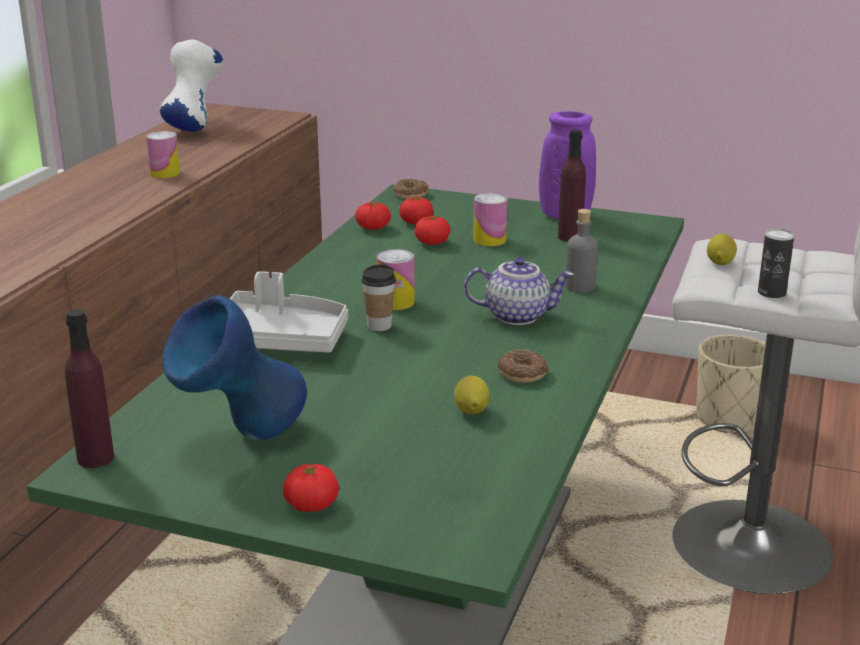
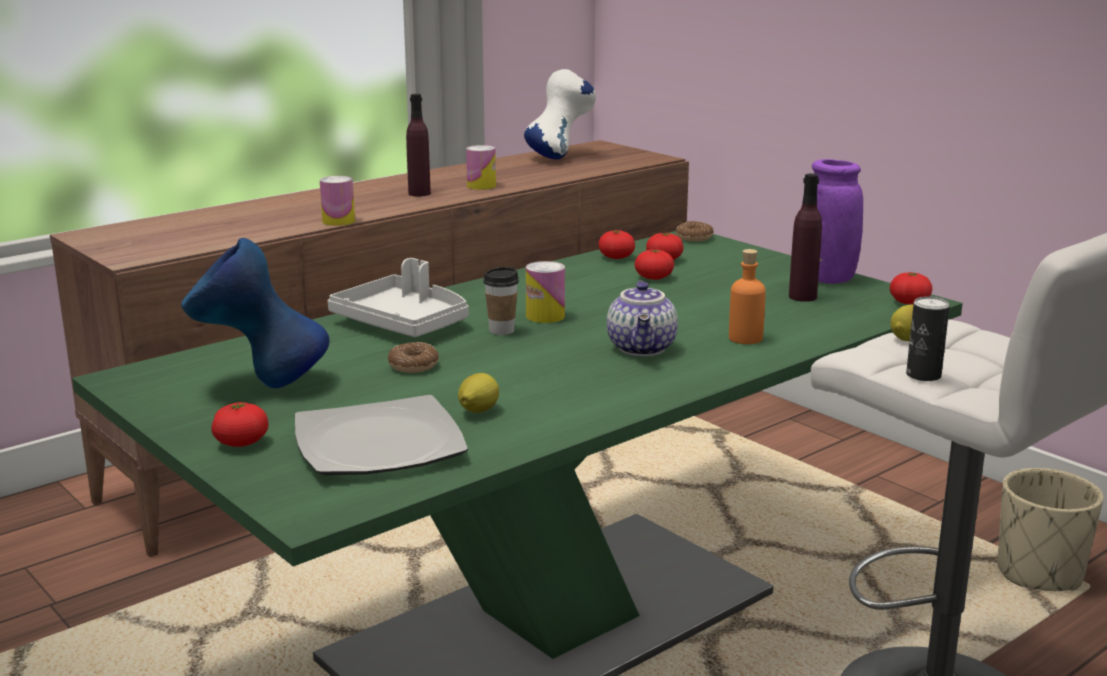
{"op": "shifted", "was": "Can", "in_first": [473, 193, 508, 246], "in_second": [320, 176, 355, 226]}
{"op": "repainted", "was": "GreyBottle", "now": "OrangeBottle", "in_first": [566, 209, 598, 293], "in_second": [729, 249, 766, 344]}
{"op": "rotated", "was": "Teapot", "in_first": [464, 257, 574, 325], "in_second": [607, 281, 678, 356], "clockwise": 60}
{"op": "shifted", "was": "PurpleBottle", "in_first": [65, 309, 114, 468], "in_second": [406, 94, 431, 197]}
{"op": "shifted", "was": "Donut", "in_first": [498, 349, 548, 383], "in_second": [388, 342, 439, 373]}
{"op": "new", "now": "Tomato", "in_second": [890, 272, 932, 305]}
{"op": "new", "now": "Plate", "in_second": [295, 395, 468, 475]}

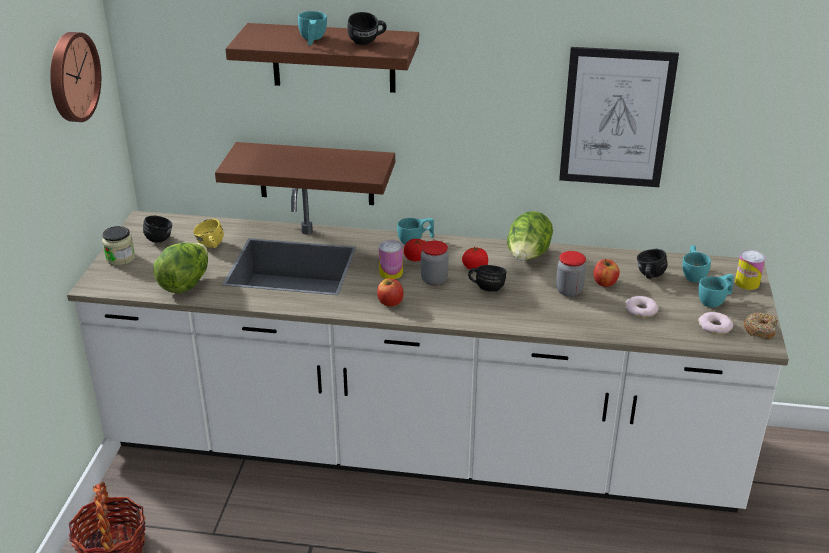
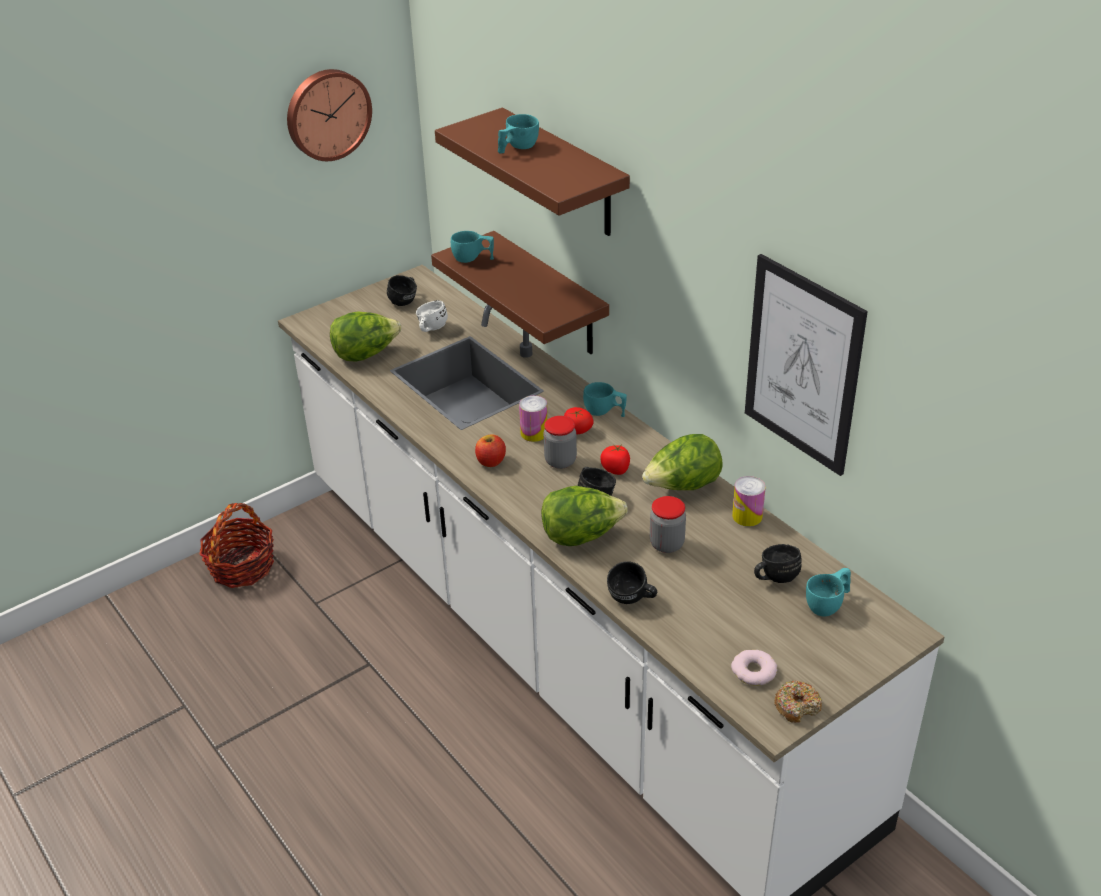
{"op": "shifted", "was": "BlackMug", "in_first": [347, 12, 387, 45], "in_second": [607, 561, 657, 604]}
{"op": "repainted", "was": "YellowMug", "now": "WhiteMug", "in_first": [193, 219, 224, 248], "in_second": [416, 300, 448, 332]}
{"op": "gone", "was": "Jar", "in_first": [102, 226, 135, 266]}
{"op": "shifted", "was": "Can", "in_first": [735, 250, 766, 290], "in_second": [732, 476, 766, 527]}
{"op": "gone", "was": "Apple", "in_first": [593, 259, 620, 287]}
{"op": "shifted", "was": "TurquoiseCup", "in_first": [698, 274, 734, 307], "in_second": [451, 231, 494, 263]}
{"op": "gone", "was": "Donut", "in_first": [625, 296, 659, 318]}
{"op": "new", "now": "Lettuce", "in_second": [541, 486, 628, 546]}

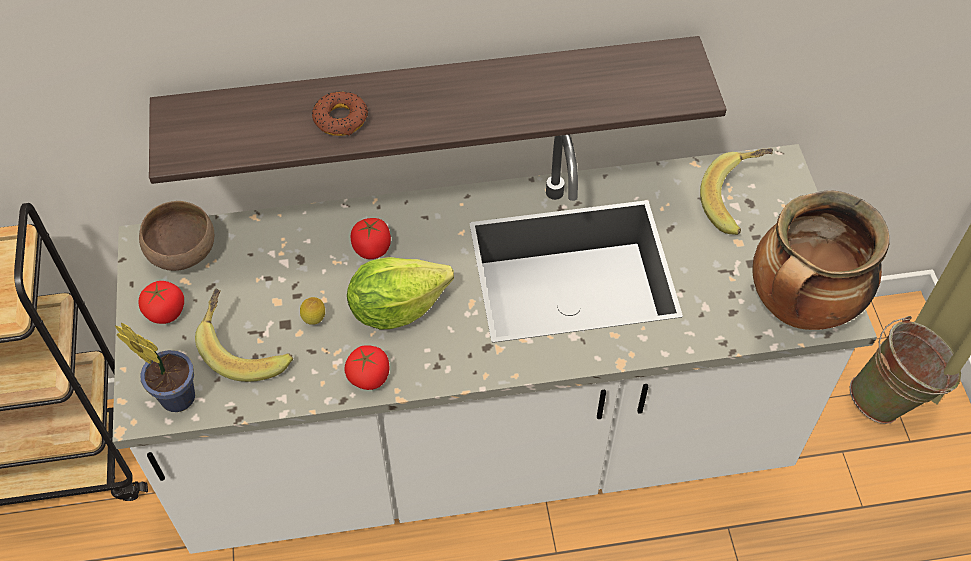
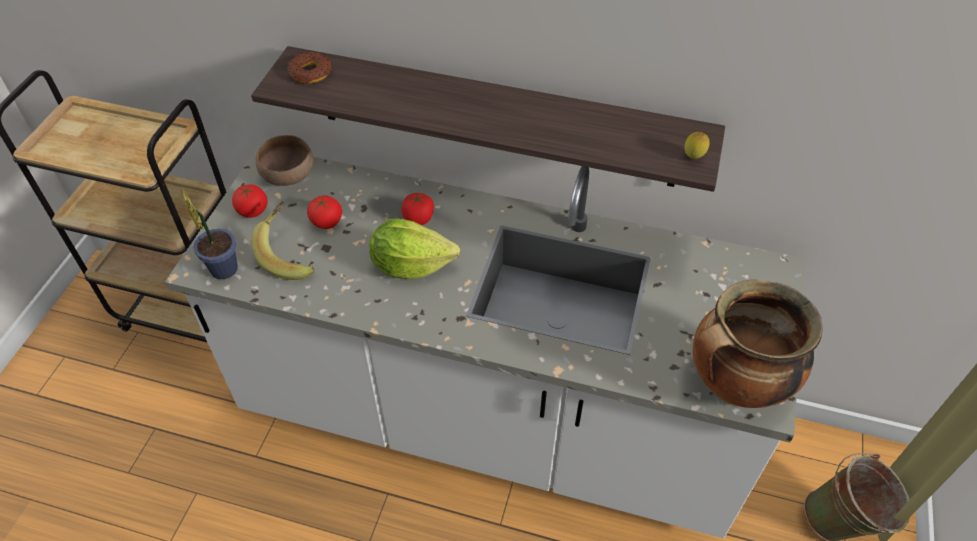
{"op": "shifted", "was": "Donut", "in_first": [312, 92, 368, 136], "in_second": [288, 52, 332, 84]}
{"op": "gone", "was": "Banana", "in_first": [700, 148, 773, 235]}
{"op": "shifted", "was": "Lemon", "in_first": [300, 297, 325, 325], "in_second": [684, 132, 710, 159]}
{"op": "shifted", "was": "Tomato", "in_first": [345, 345, 390, 390], "in_second": [307, 196, 342, 229]}

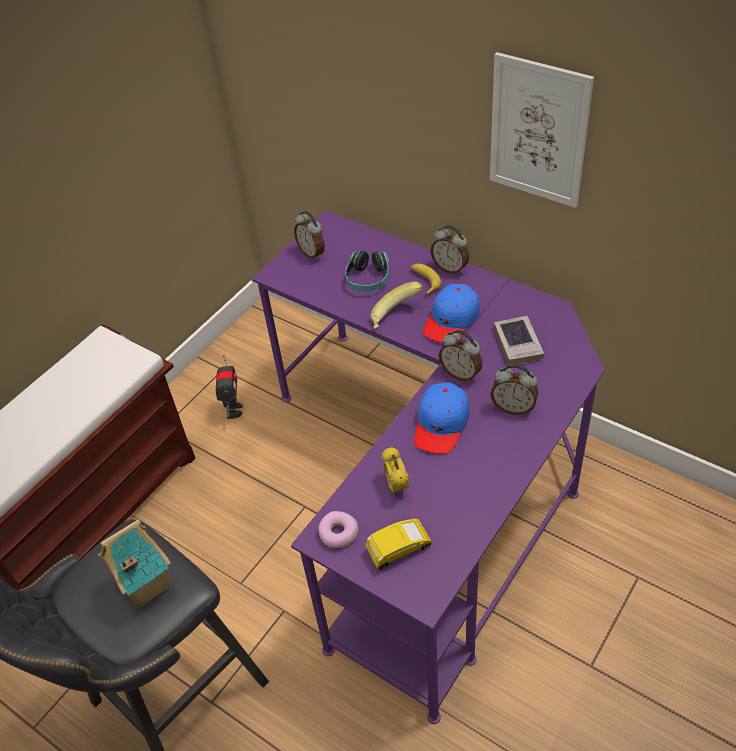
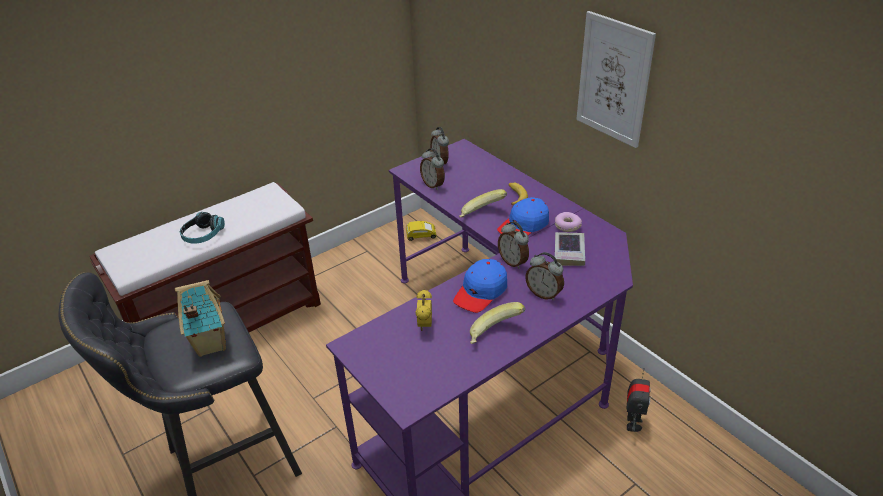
{"op": "shifted", "was": "AlarmClock", "in_first": [431, 225, 469, 274], "in_second": [420, 148, 445, 190]}
{"op": "shifted", "was": "Headphones", "in_first": [345, 251, 389, 291], "in_second": [180, 212, 225, 244]}
{"op": "shifted", "was": "ToyRobot", "in_first": [216, 355, 243, 419], "in_second": [626, 368, 650, 432]}
{"op": "shifted", "was": "Donut", "in_first": [318, 511, 358, 548], "in_second": [555, 212, 582, 232]}
{"op": "shifted", "was": "YellowToyCar", "in_first": [365, 519, 432, 570], "in_second": [406, 221, 437, 241]}
{"op": "new", "now": "Banana", "in_second": [470, 302, 525, 344]}

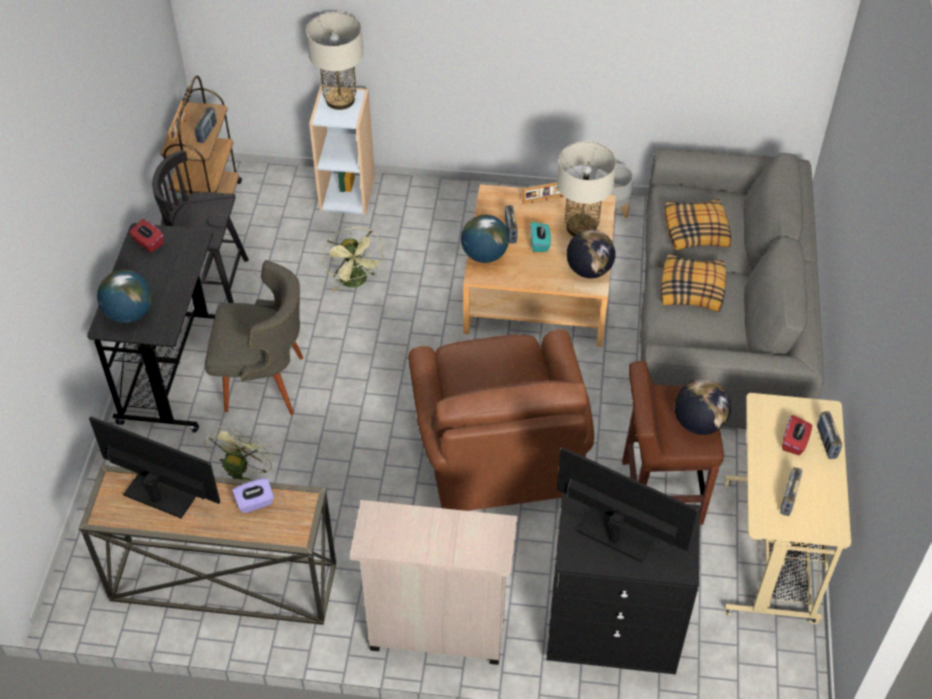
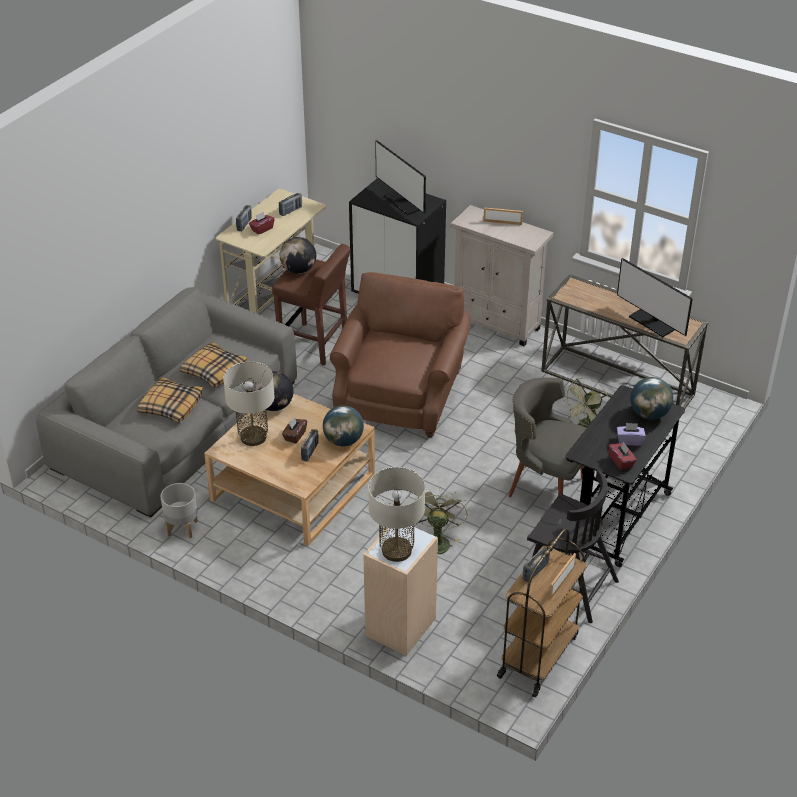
{"op": "shifted", "was": "PictureFrame", "in_first": [523, 182, 564, 204], "in_second": [483, 207, 523, 225]}
{"op": "repainted", "was": "TurquoiseTissueBox", "now": "BrownTissueBox", "in_first": [530, 222, 551, 252], "in_second": [282, 417, 307, 444]}
{"op": "shifted", "was": "PurpleTissueBox", "in_first": [232, 478, 274, 513], "in_second": [617, 423, 646, 446]}

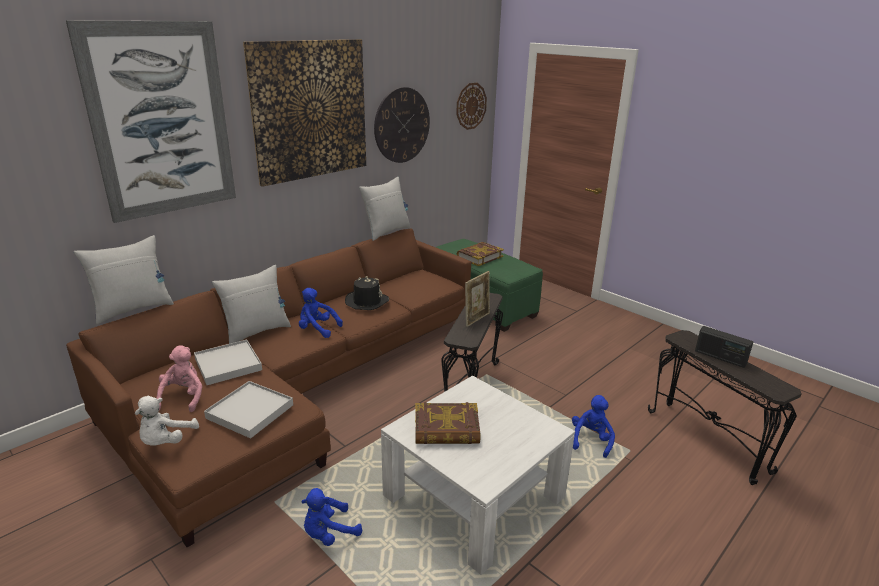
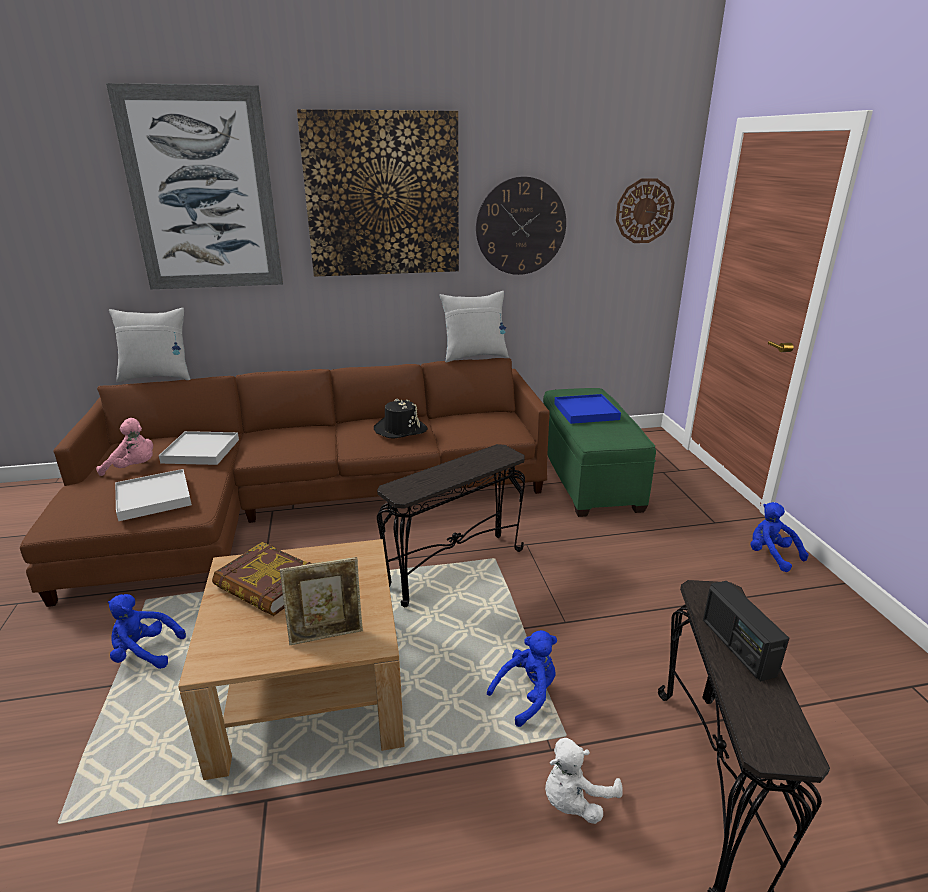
{"op": "swapped", "was": "Book", "now": "BlueTray", "in_first": [457, 242, 504, 266], "in_second": [554, 394, 621, 424]}
{"op": "gone", "was": "GreyPillow", "in_first": [212, 265, 291, 344]}
{"op": "shifted", "was": "PictureFrame", "in_first": [465, 271, 490, 327], "in_second": [280, 557, 363, 645]}
{"op": "shifted", "was": "BluePlushToy", "in_first": [299, 288, 343, 338], "in_second": [750, 502, 808, 572]}
{"op": "rotated", "was": "PinkPlushToy", "in_first": [156, 346, 202, 412], "in_second": [96, 418, 153, 476], "clockwise": 60}
{"op": "repainted", "was": "WhiteCoffeeTable", "now": "BrownCoffeeTable", "in_first": [381, 376, 575, 575], "in_second": [178, 539, 405, 780]}
{"op": "shifted", "was": "WhitePlushToy", "in_first": [135, 396, 199, 446], "in_second": [545, 738, 623, 824]}

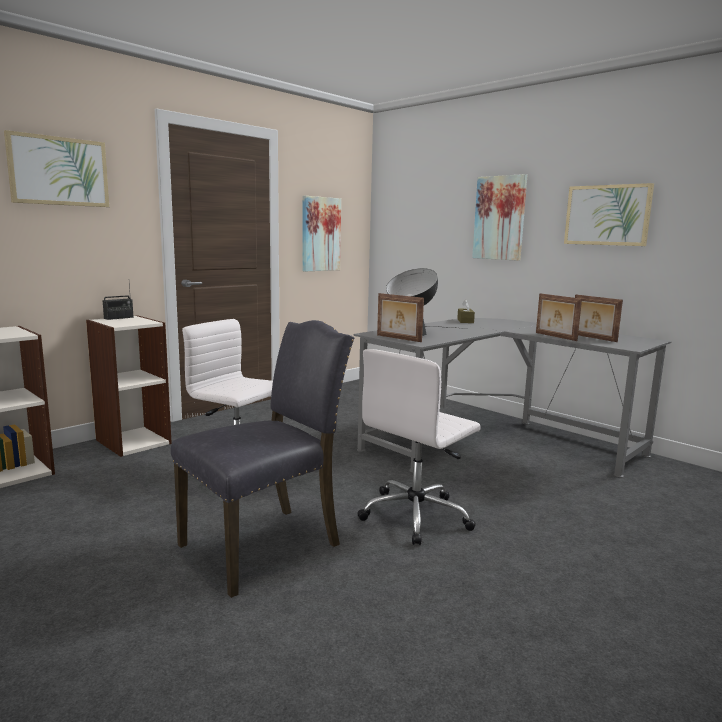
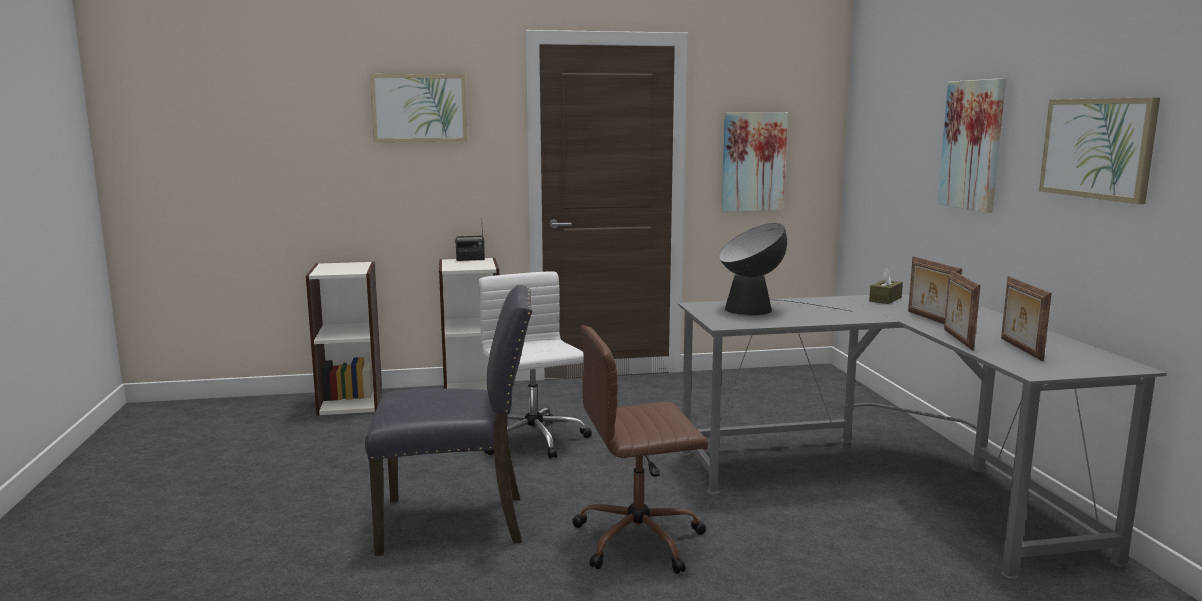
{"op": "shifted", "was": "PictureFrame", "in_first": [377, 293, 424, 342], "in_second": [908, 256, 962, 324]}
{"op": "repainted", "was": "WhiteOfficeChair", "now": "BrownOfficeChair", "in_first": [357, 349, 481, 545], "in_second": [572, 325, 708, 574]}

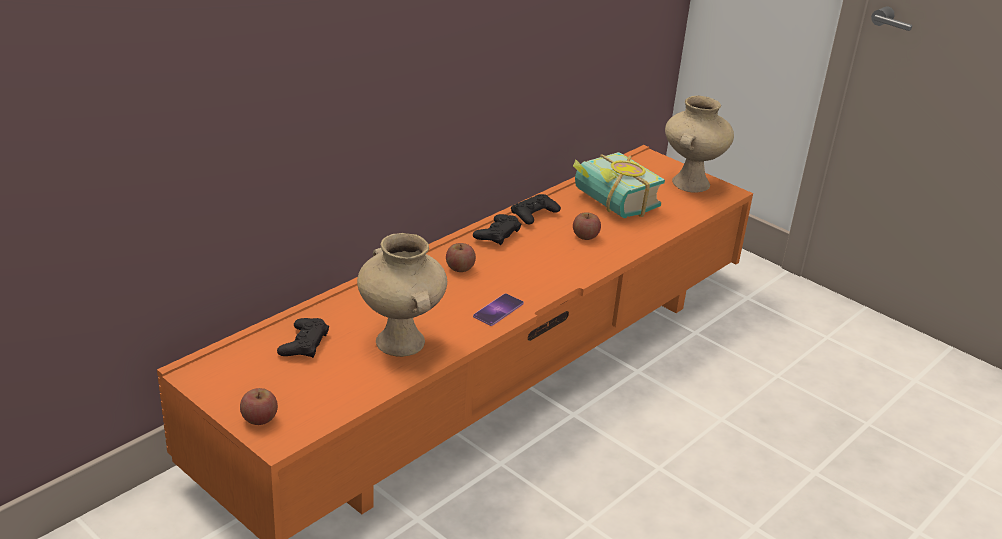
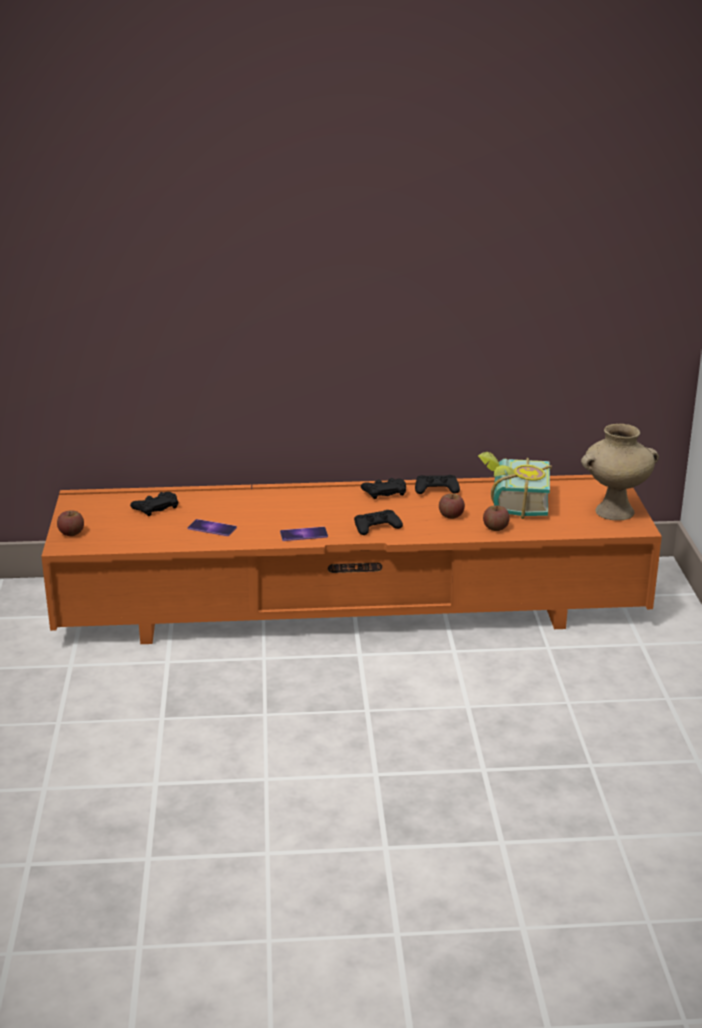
{"op": "swapped", "was": "BeigeVase", "now": "Phone", "in_first": [357, 233, 447, 357], "in_second": [187, 519, 237, 536]}
{"op": "shifted", "was": "Apple", "in_first": [446, 243, 476, 272], "in_second": [483, 505, 510, 531]}
{"op": "new", "now": "BlackGameController", "in_second": [354, 510, 403, 535]}

